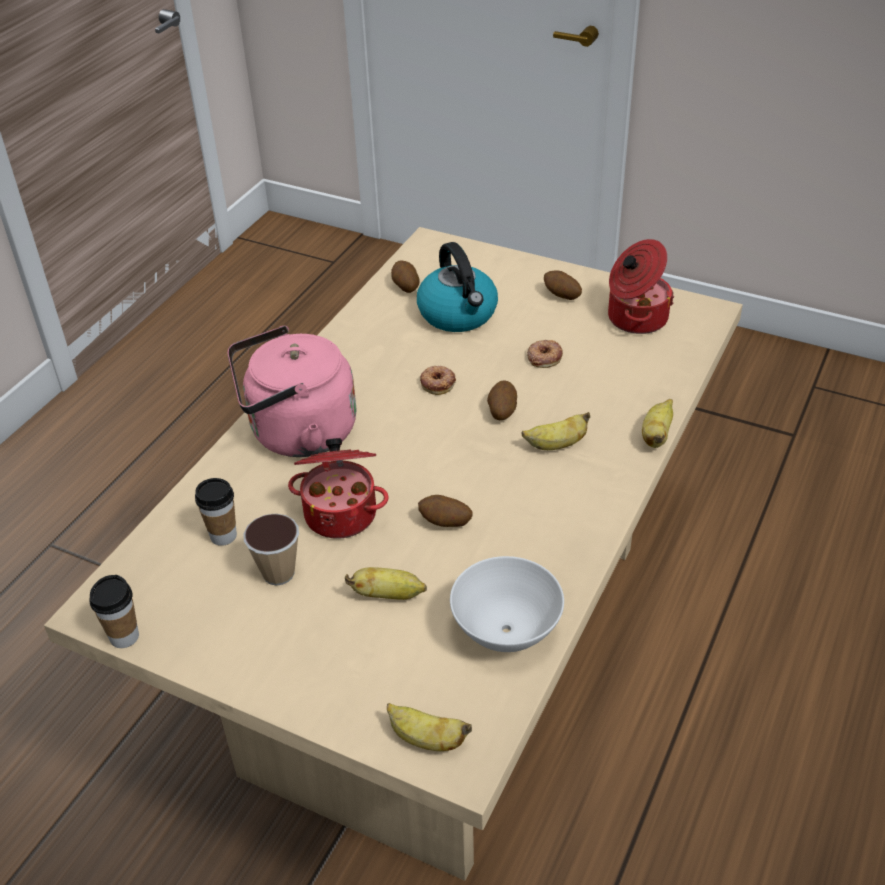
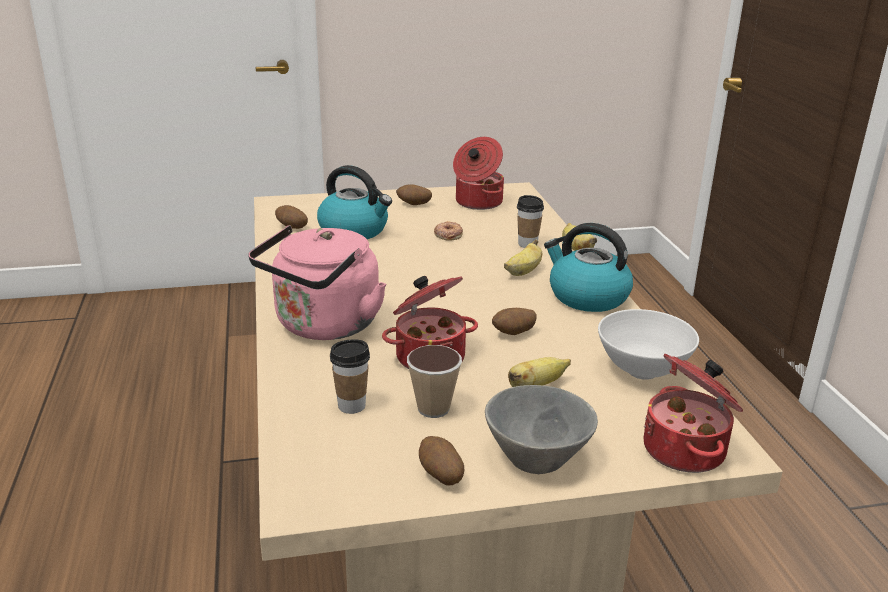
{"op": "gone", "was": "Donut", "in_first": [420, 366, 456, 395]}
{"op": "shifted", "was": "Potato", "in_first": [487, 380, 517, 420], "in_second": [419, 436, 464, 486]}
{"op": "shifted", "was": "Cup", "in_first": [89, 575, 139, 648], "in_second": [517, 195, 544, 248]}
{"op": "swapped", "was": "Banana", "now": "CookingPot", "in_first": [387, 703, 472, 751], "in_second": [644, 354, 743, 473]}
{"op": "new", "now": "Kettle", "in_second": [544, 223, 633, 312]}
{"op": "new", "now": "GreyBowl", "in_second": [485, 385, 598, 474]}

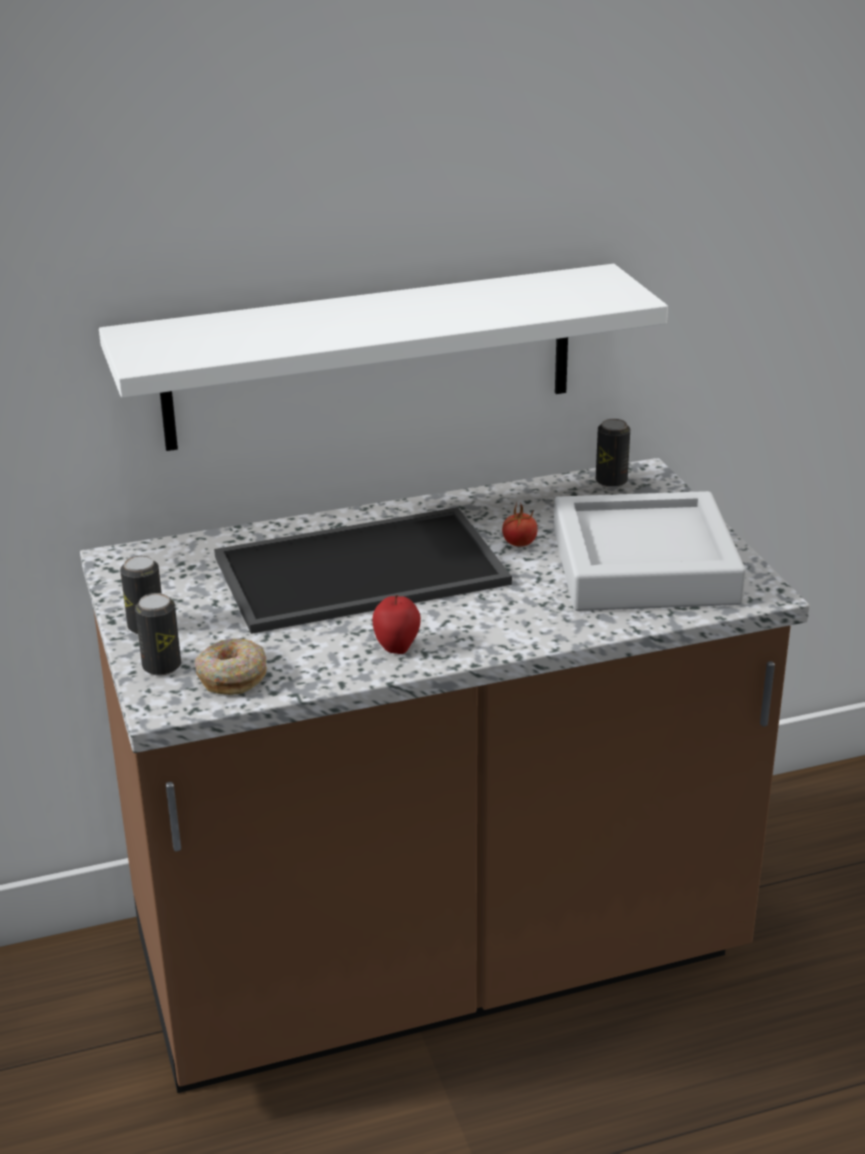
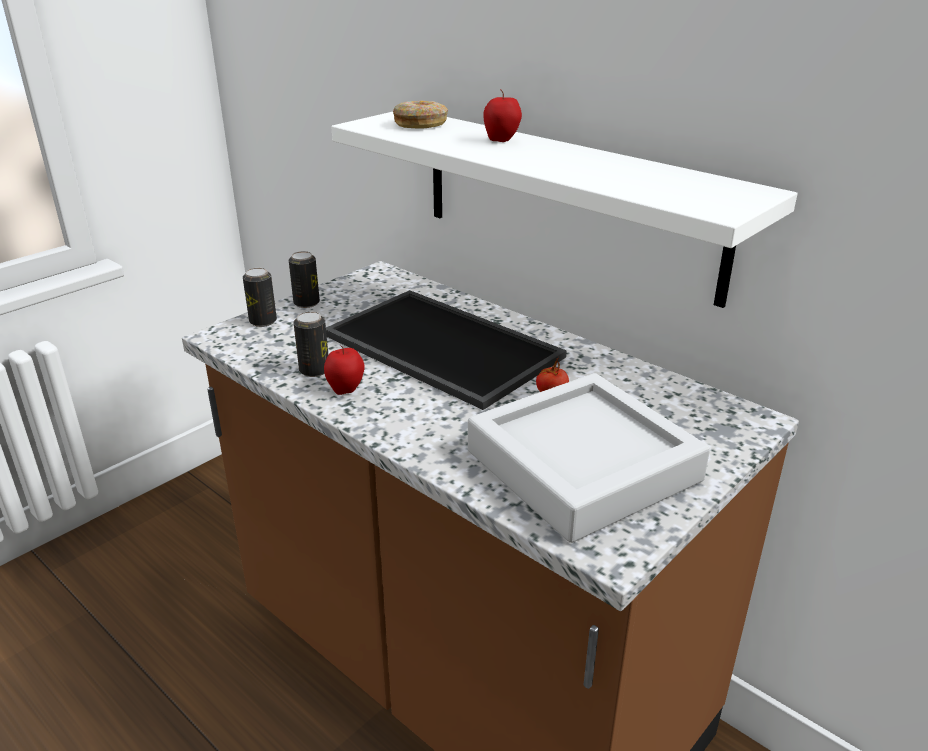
{"op": "shifted", "was": "Can", "in_first": [596, 419, 630, 488], "in_second": [294, 312, 328, 377]}
{"op": "shifted", "was": "Donut", "in_first": [195, 639, 267, 695], "in_second": [393, 100, 448, 129]}
{"op": "new", "now": "Apple", "in_second": [484, 89, 522, 142]}

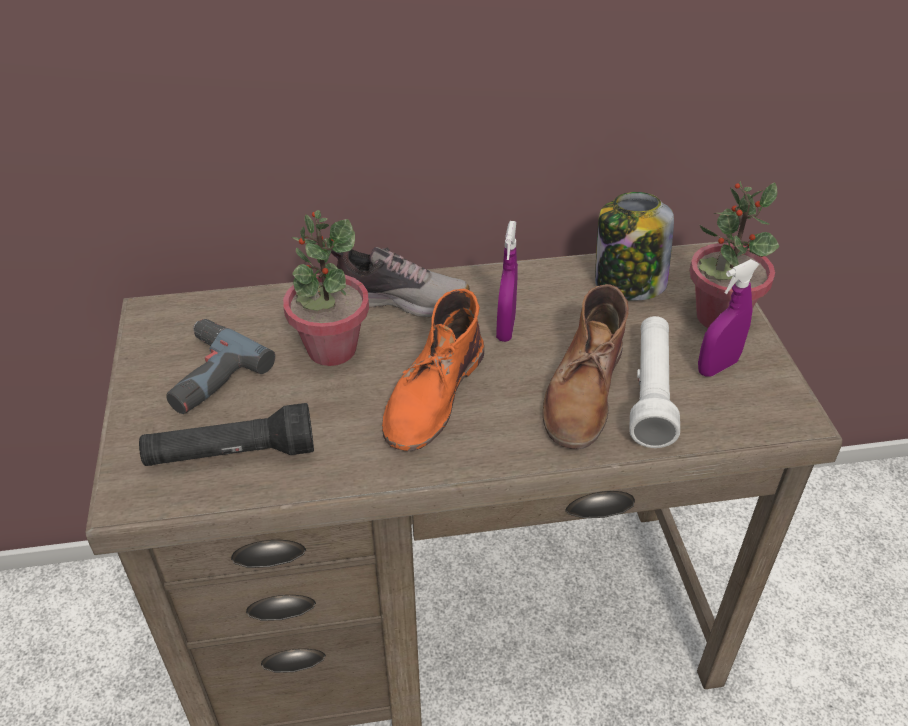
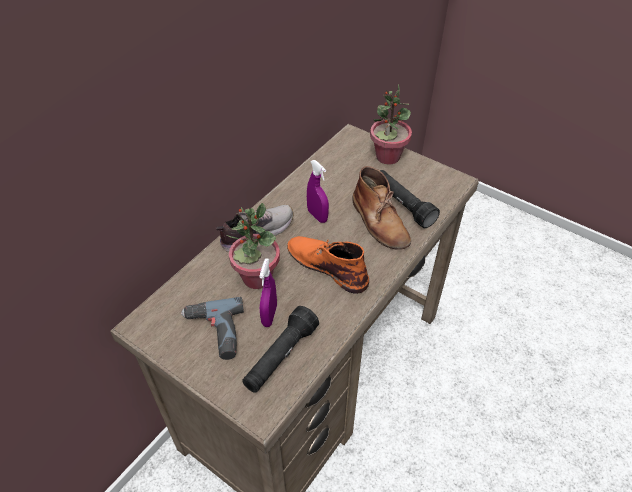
{"op": "gone", "was": "Jar", "in_first": [595, 192, 674, 301]}
{"op": "shifted", "was": "PurpleSprayBottle", "in_first": [698, 259, 760, 377], "in_second": [259, 258, 277, 327]}
{"op": "rotated", "was": "OrangeBoot", "in_first": [382, 288, 484, 451], "in_second": [287, 236, 369, 294], "clockwise": 150}
{"op": "repainted", "was": "WhiteFlashlight", "now": "BlackFlashlight", "in_first": [629, 316, 680, 448], "in_second": [380, 170, 440, 228]}

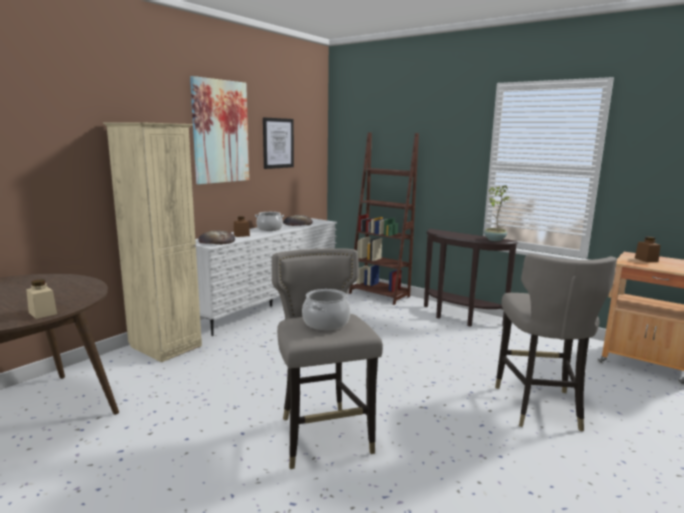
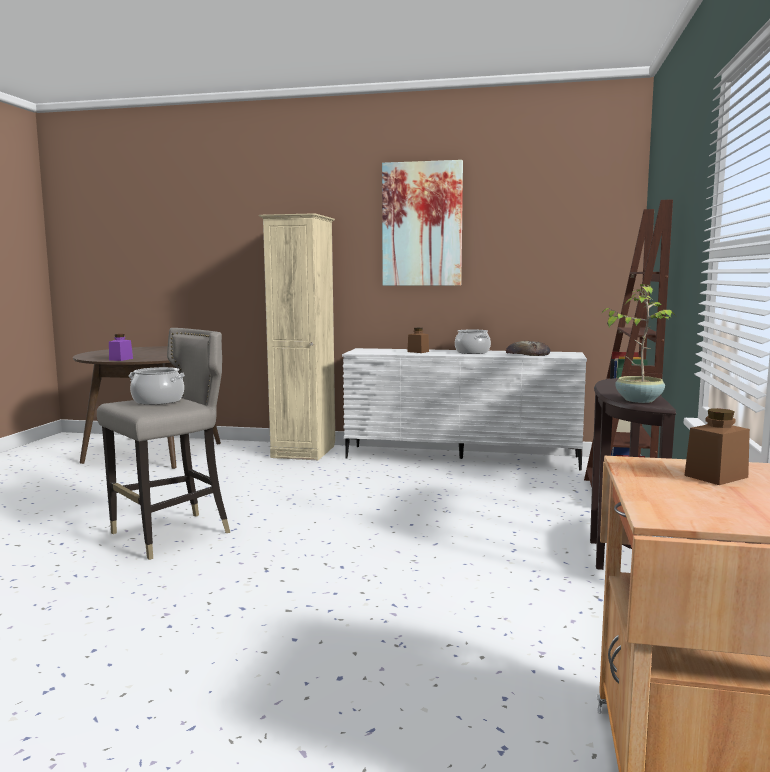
{"op": "gone", "was": "Picture", "in_first": [263, 117, 294, 169]}
{"op": "gone", "was": "Bread", "in_first": [198, 230, 235, 245]}
{"op": "gone", "was": "GreyStool", "in_first": [495, 254, 617, 431]}
{"op": "repainted", "was": "BeigeJar", "now": "PurpleJar", "in_first": [26, 279, 57, 319], "in_second": [109, 334, 133, 361]}

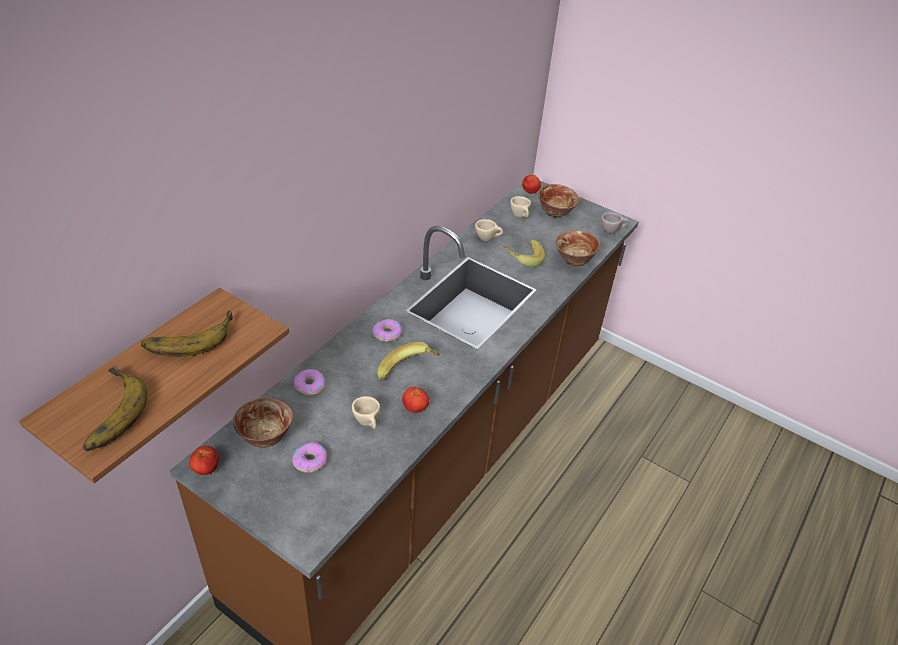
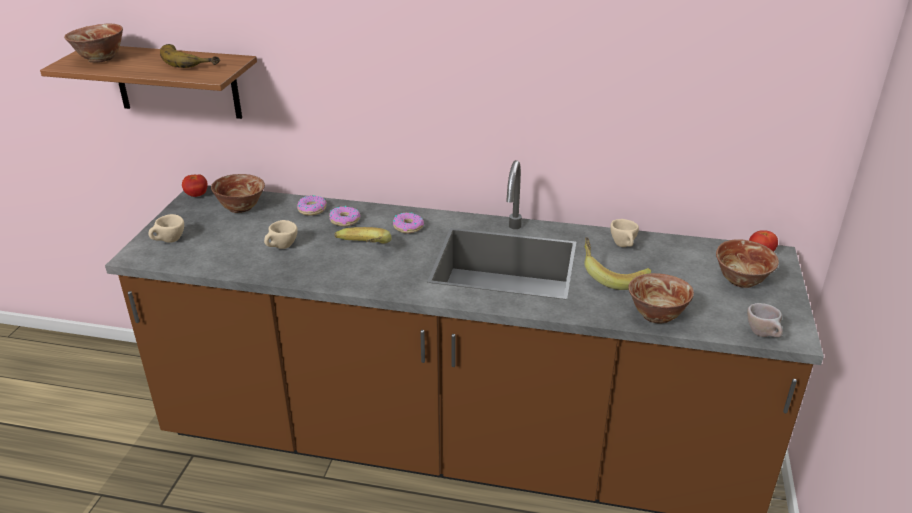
{"op": "shifted", "was": "BeigeCup", "in_first": [510, 196, 531, 218], "in_second": [148, 214, 184, 242]}
{"op": "swapped", "was": "Banana", "now": "Bowl", "in_first": [83, 366, 147, 451], "in_second": [64, 24, 123, 63]}
{"op": "gone", "was": "Tomato", "in_first": [402, 387, 429, 413]}
{"op": "shifted", "was": "Donut", "in_first": [292, 442, 327, 473], "in_second": [329, 206, 361, 227]}

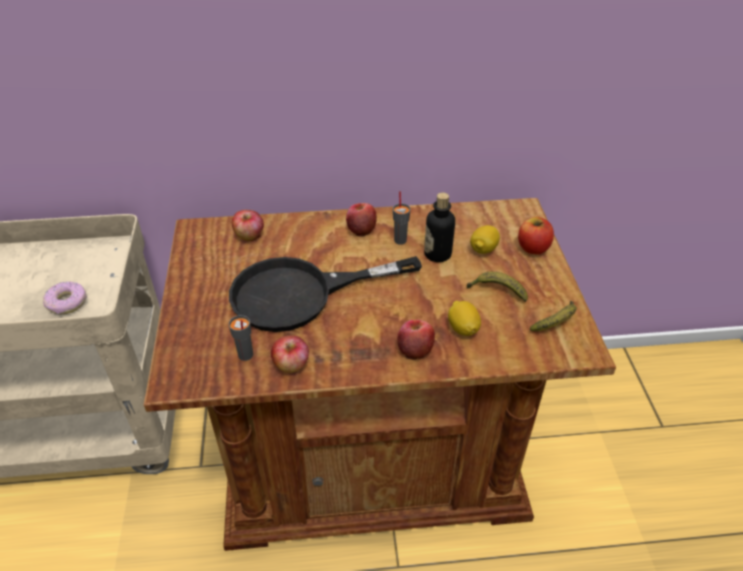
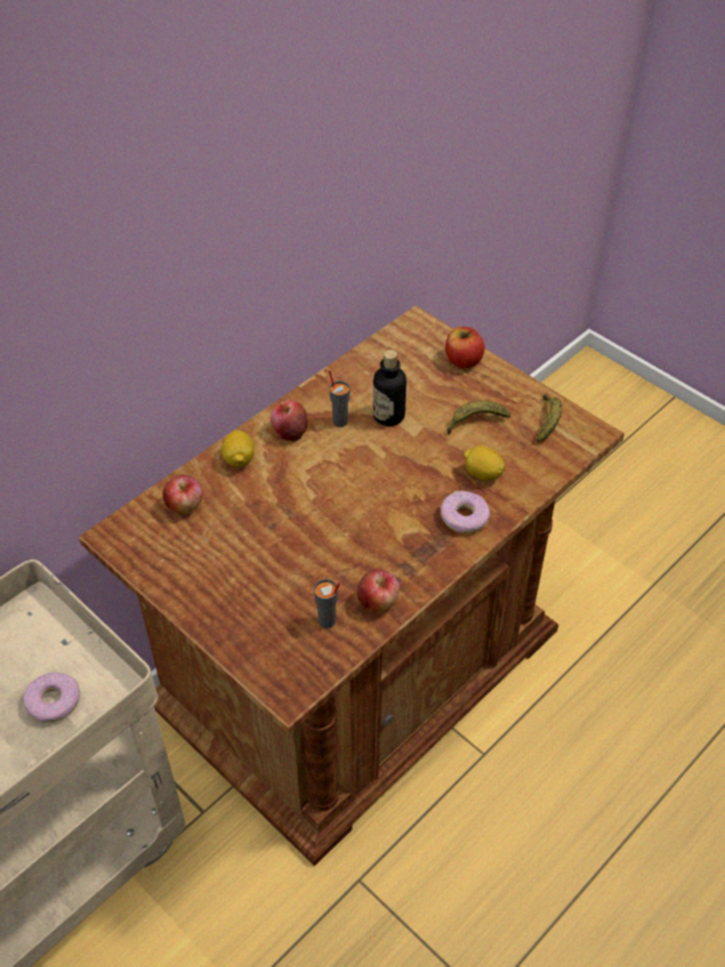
{"op": "shifted", "was": "Lemon", "in_first": [470, 225, 500, 254], "in_second": [222, 431, 254, 467]}
{"op": "gone", "was": "BlackFryingPan", "in_first": [229, 256, 422, 332]}
{"op": "swapped", "was": "Apple", "now": "Donut", "in_first": [397, 320, 435, 360], "in_second": [441, 491, 490, 533]}

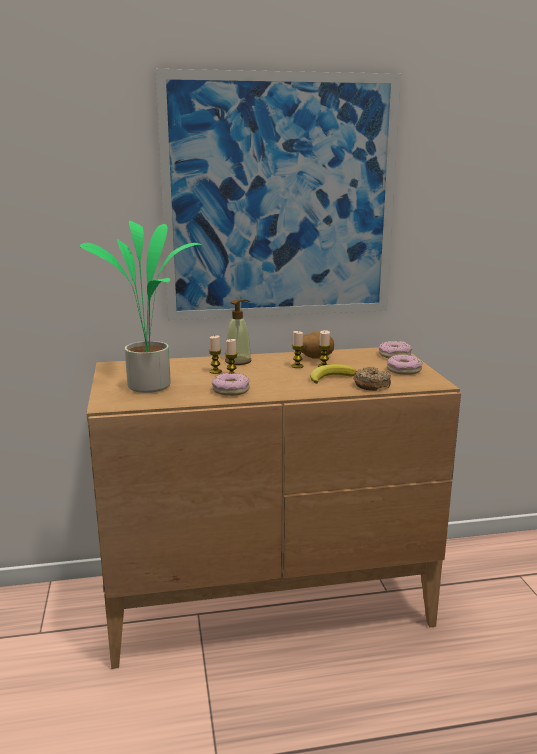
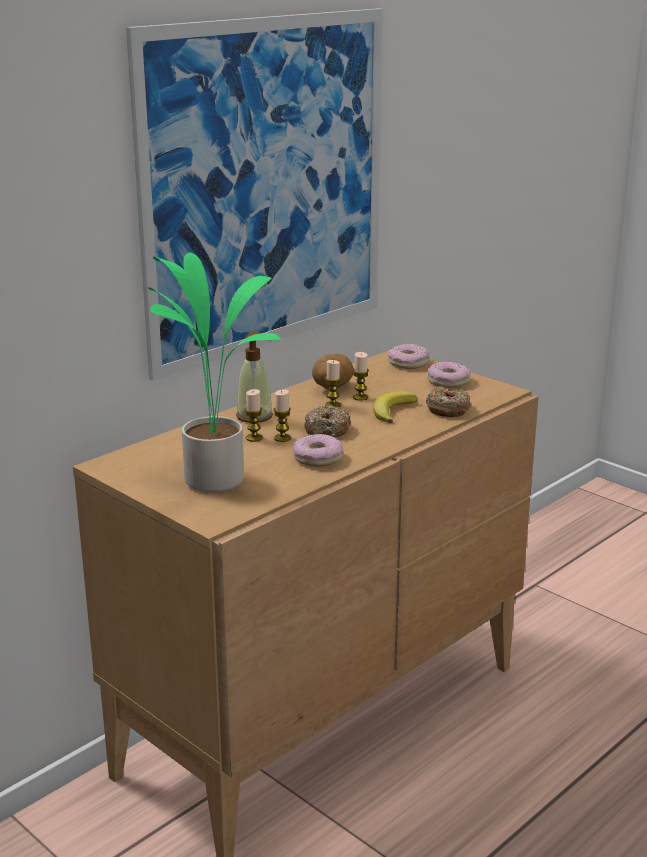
{"op": "new", "now": "Donut", "in_second": [304, 406, 351, 437]}

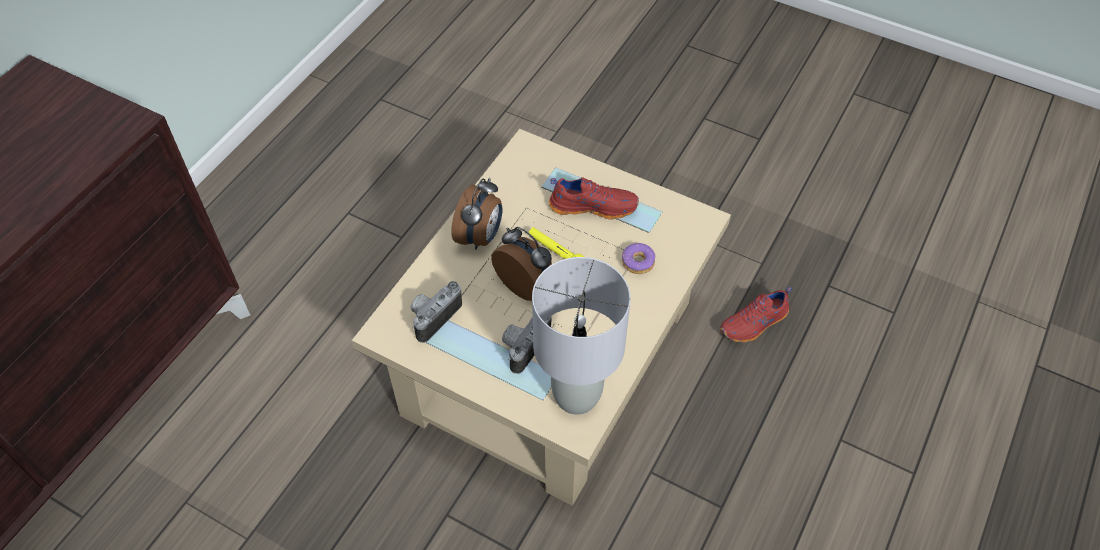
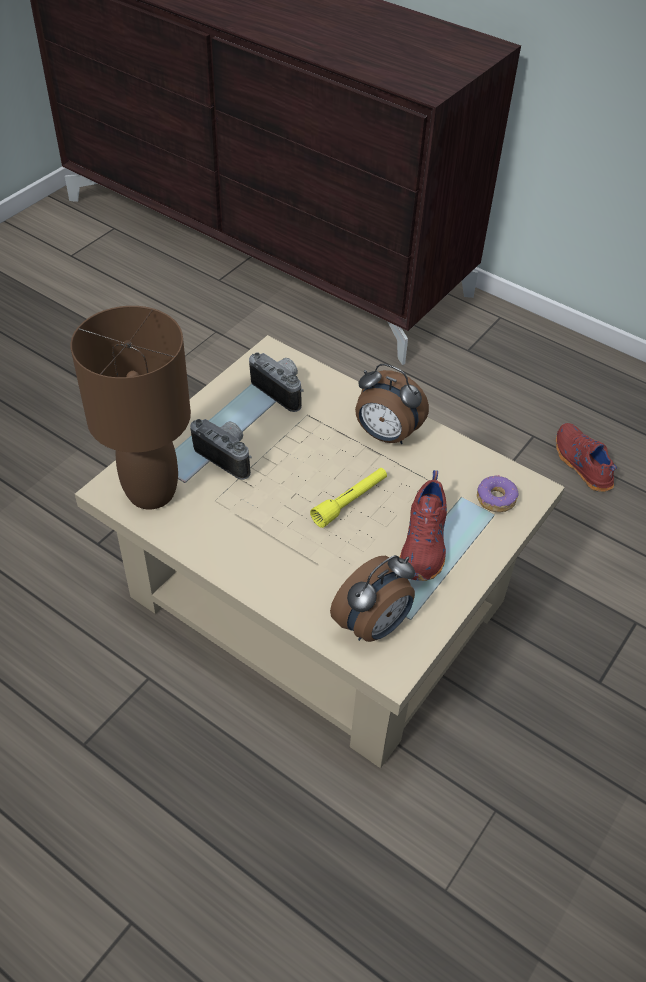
{"op": "shifted", "was": "AlarmClock", "in_first": [491, 227, 552, 301], "in_second": [330, 555, 415, 642]}
{"op": "shifted", "was": "Donut", "in_first": [622, 243, 655, 274], "in_second": [477, 475, 519, 512]}
{"op": "repainted", "was": "GreyTableLamp", "now": "BrownTableLamp", "in_first": [532, 257, 631, 415], "in_second": [70, 306, 191, 509]}
{"op": "shifted", "was": "RedShoe", "in_first": [720, 287, 792, 343], "in_second": [556, 423, 617, 492]}

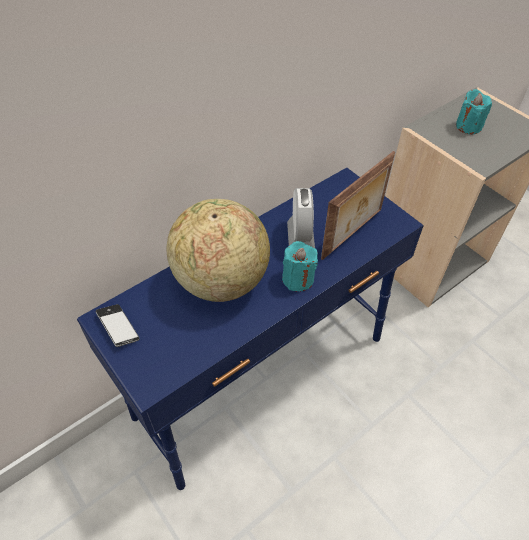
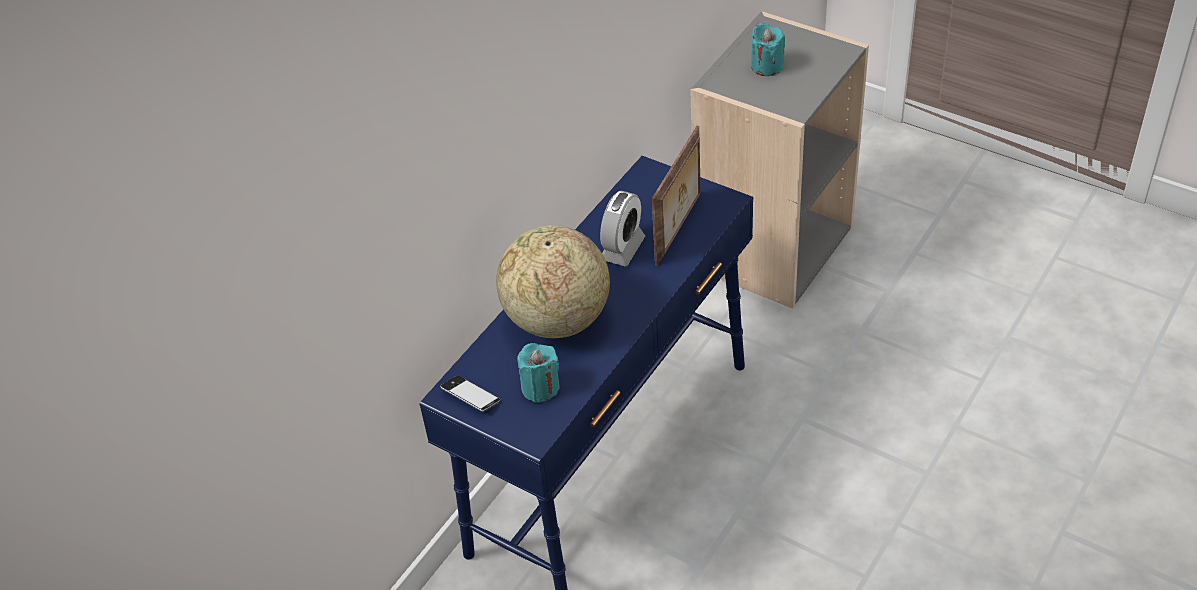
{"op": "rotated", "was": "AlarmClock", "in_first": [287, 188, 315, 248], "in_second": [600, 191, 645, 266], "clockwise": 45}
{"op": "shifted", "was": "TurquoiseCandle", "in_first": [282, 241, 318, 291], "in_second": [517, 343, 560, 403]}

